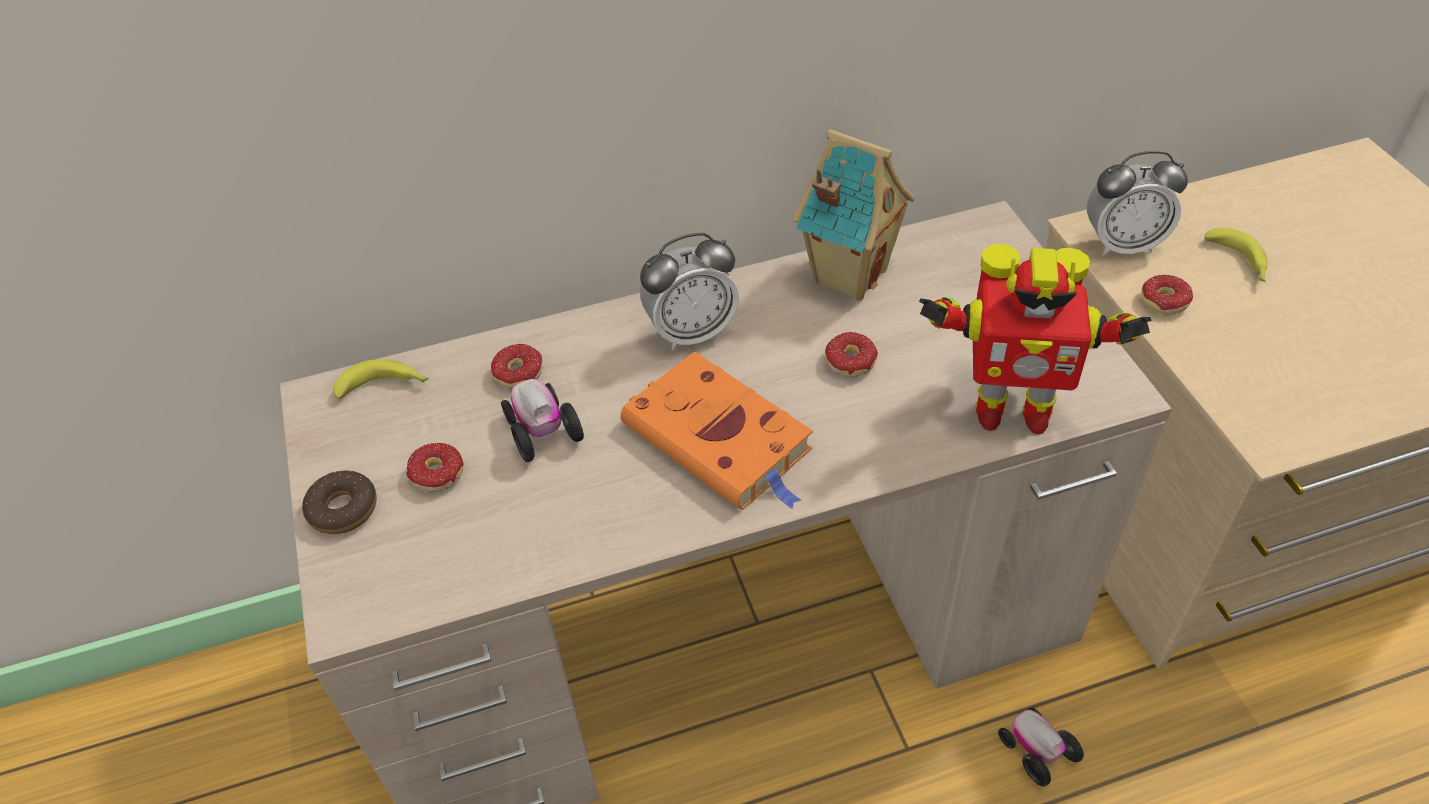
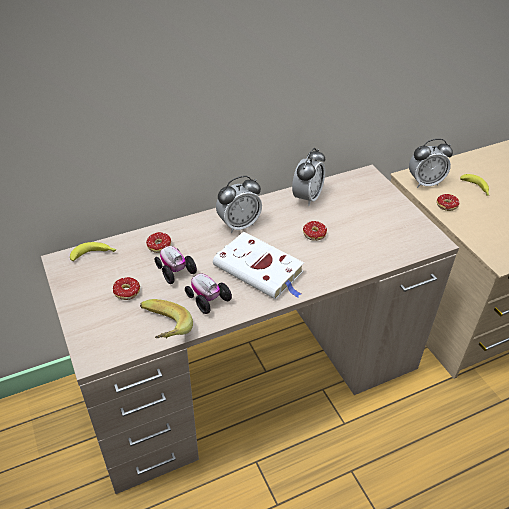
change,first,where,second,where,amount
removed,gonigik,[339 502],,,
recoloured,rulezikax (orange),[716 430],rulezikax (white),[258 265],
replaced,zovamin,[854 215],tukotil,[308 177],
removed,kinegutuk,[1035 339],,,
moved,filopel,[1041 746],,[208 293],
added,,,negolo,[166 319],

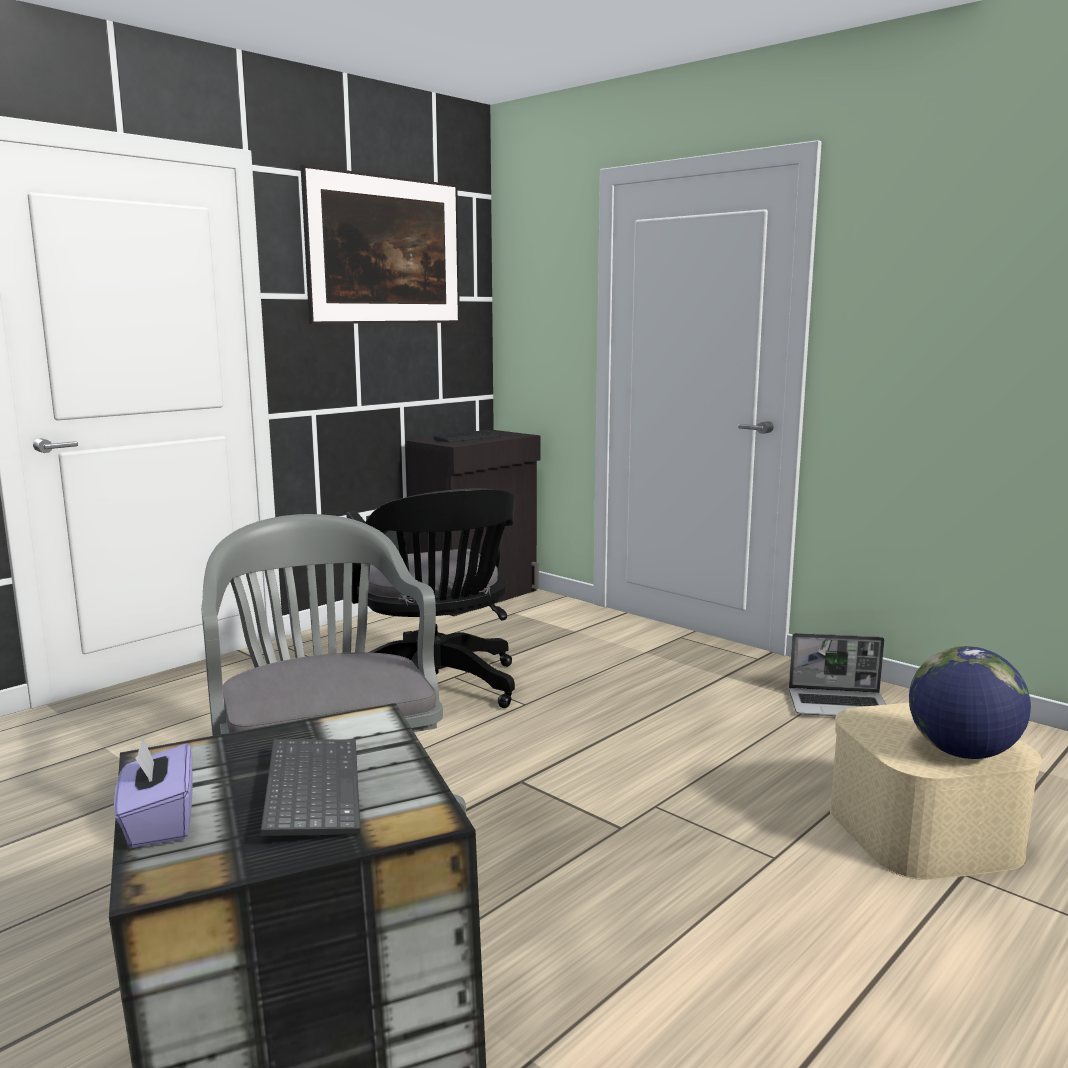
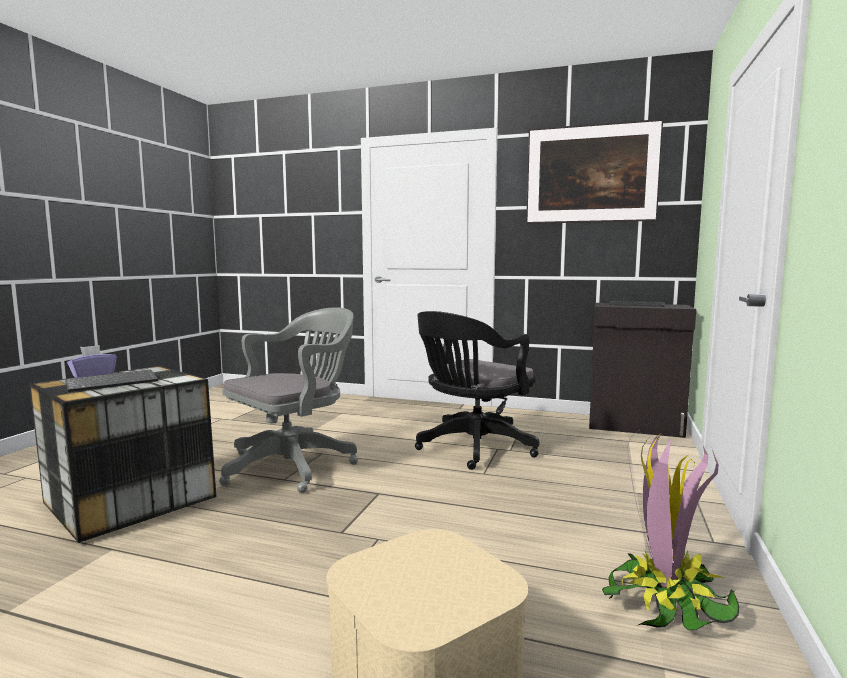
change,first,where,second,where,amount
replaced,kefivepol,[837 674],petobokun,[670 530],
removed,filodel,[970 702],,,

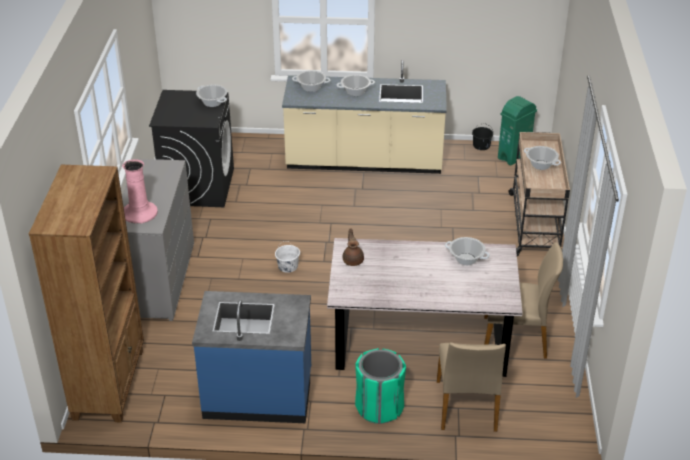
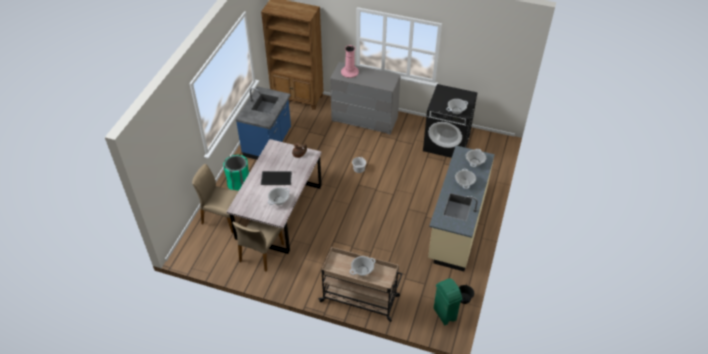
change,first,where,second,where,amount
added,,,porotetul,[276 178],

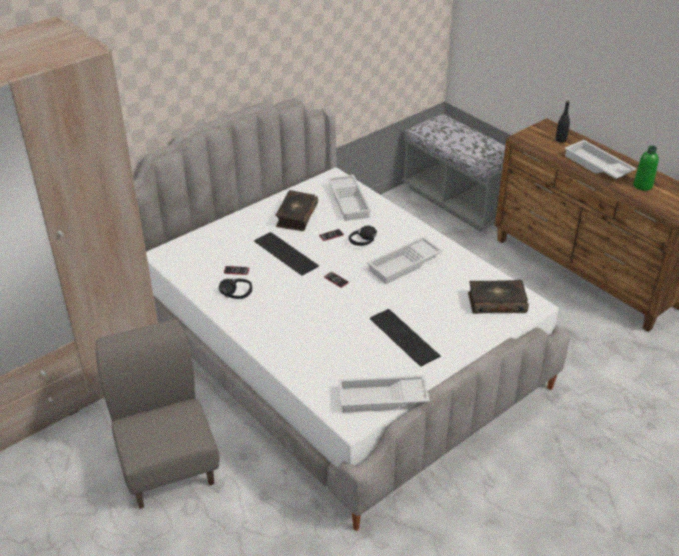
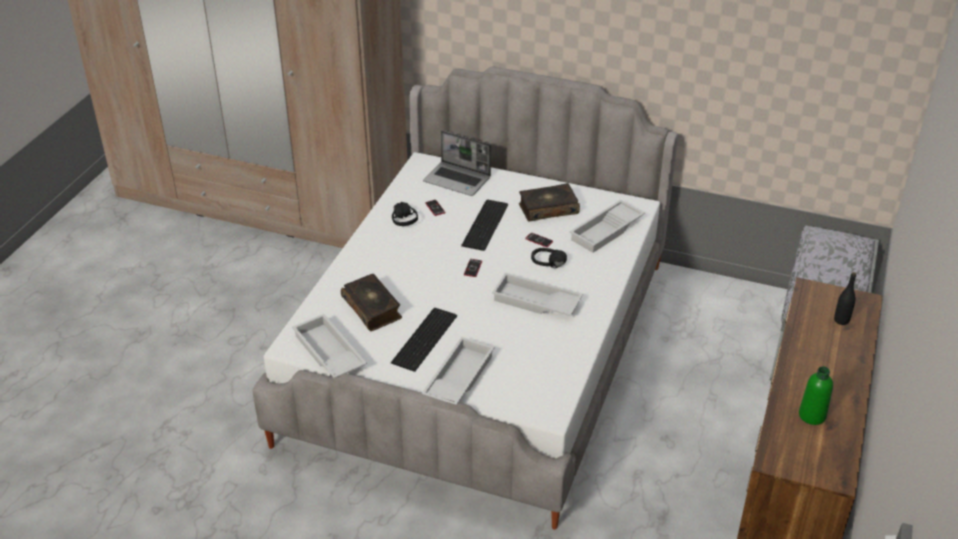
change,first,where,second,where,amount
removed,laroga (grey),[157 414],,,
moved,rulezikax,[498 297],,[371 302],
moved,porotetul (white),[600 159],,[458 370],
added,,,kefivepol,[457 163],

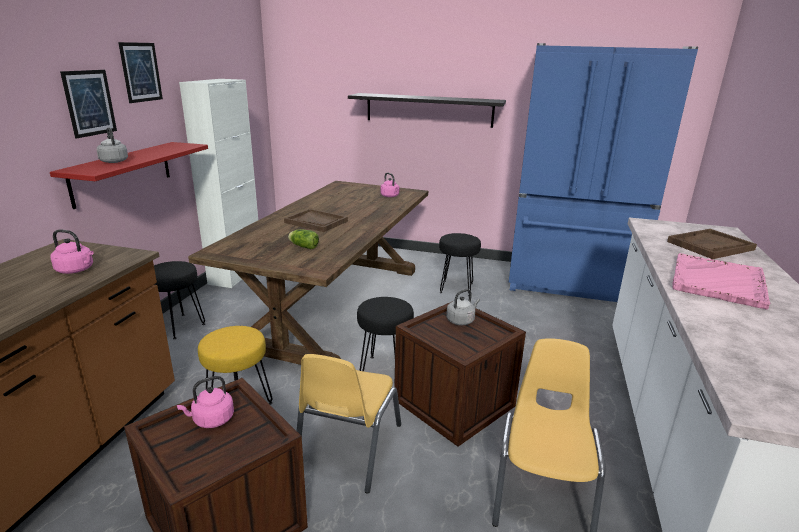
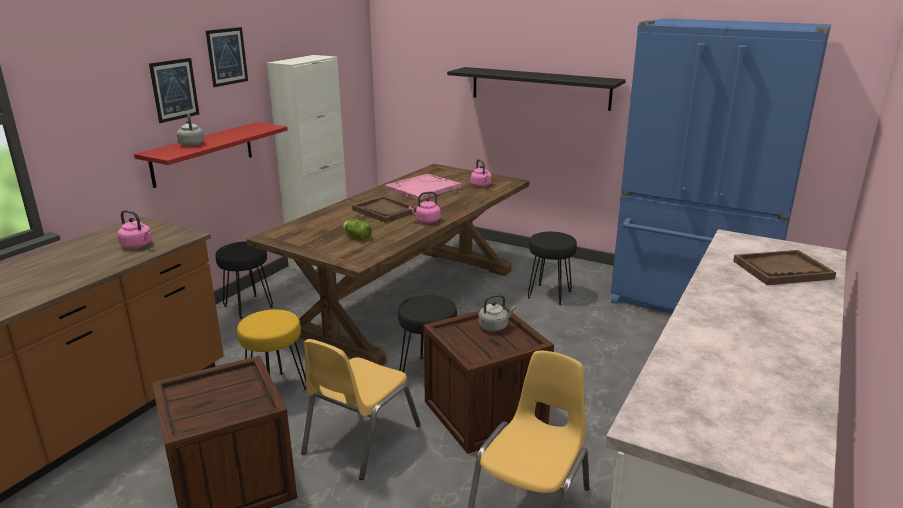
change,first,where,second,where,amount
moved,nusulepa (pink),[205 402],,[424 207],
moved,porotetul (pink),[721 281],,[424 187],

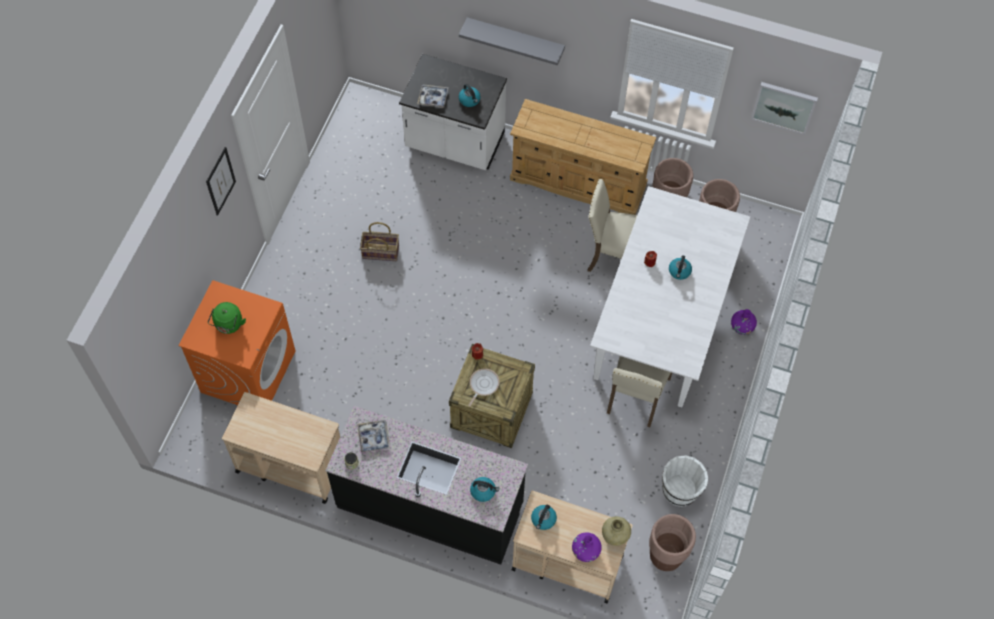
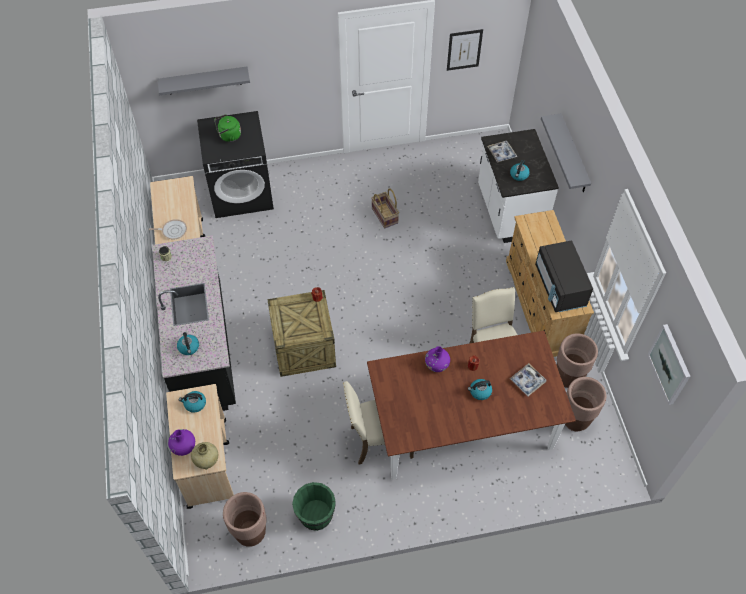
change,first,where,second,where,amount
recoloured,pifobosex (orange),[237 342],pifobosex (black),[235 164],
moved,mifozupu,[221 181],,[465 50],
moved,porotetul,[373 436],,[528 379],
moved,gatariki,[484 387],,[168 229],
recoloured,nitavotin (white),[670 296],nitavotin (brown),[471 405],
recoloured,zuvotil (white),[685 481],zuvotil (green),[314 506],
moved,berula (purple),[744 322],,[437 359],
added,,,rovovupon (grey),[203 81],
added,,,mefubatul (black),[564 276],

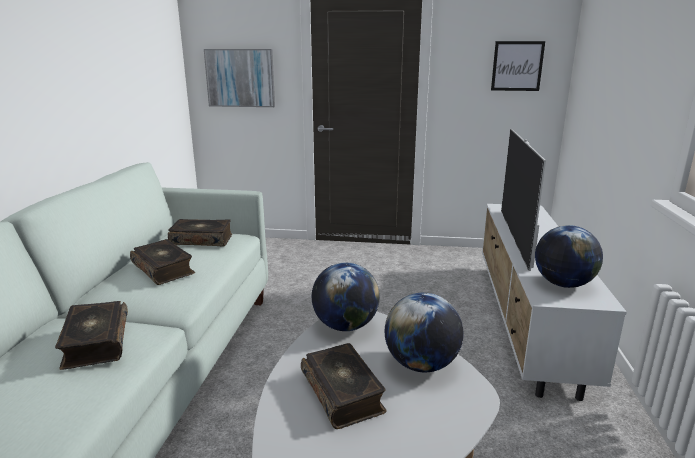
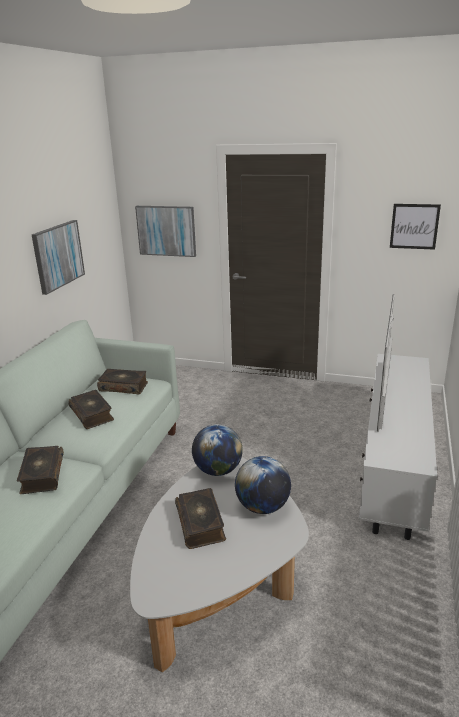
change,first,where,second,where,amount
removed,filodel,[569 256],,,
added,,,mifozupu,[58 257],

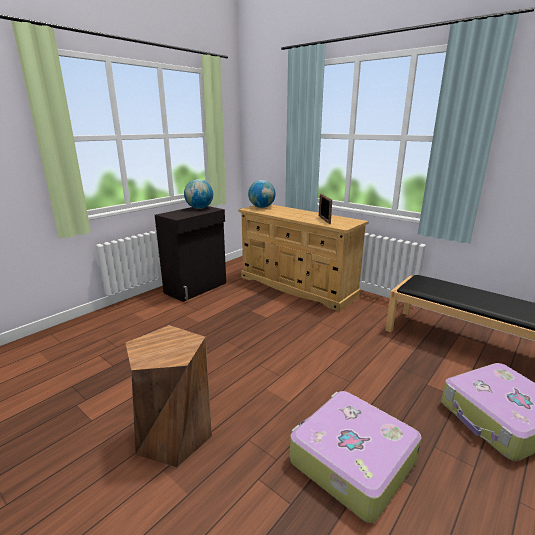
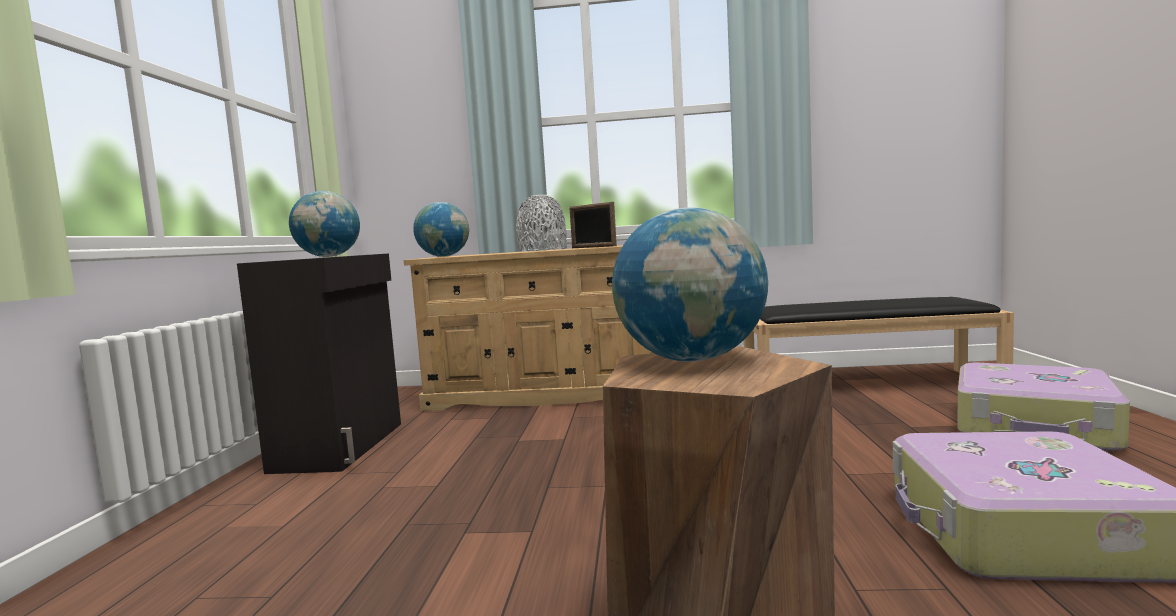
change,first,where,second,where,amount
added,,,berula (grey),[541 223],
added,,,filodel,[690 284],

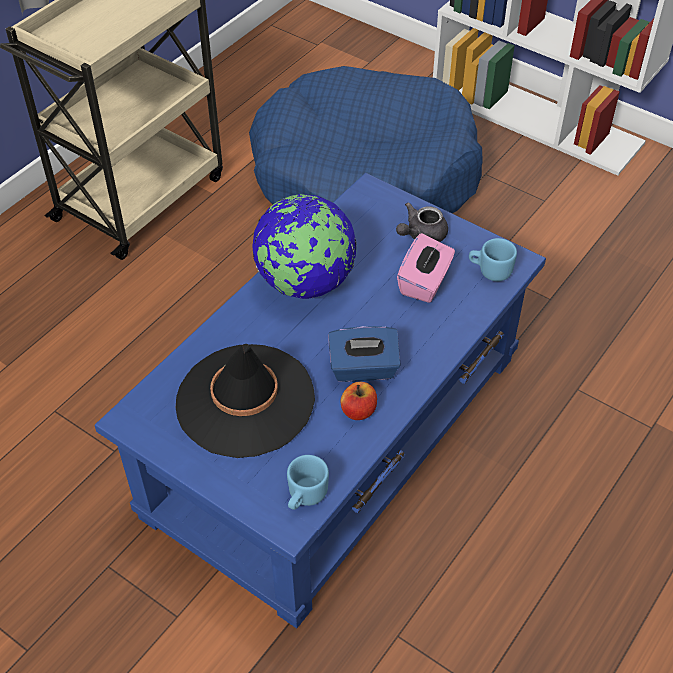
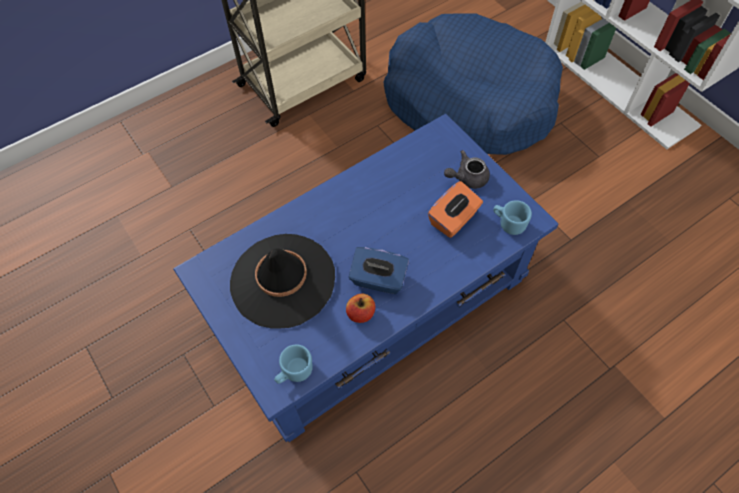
change,first,where,second,where,amount
removed,filodel,[304 246],,,
recoloured,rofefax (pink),[426 268],rofefax (orange),[455 209],

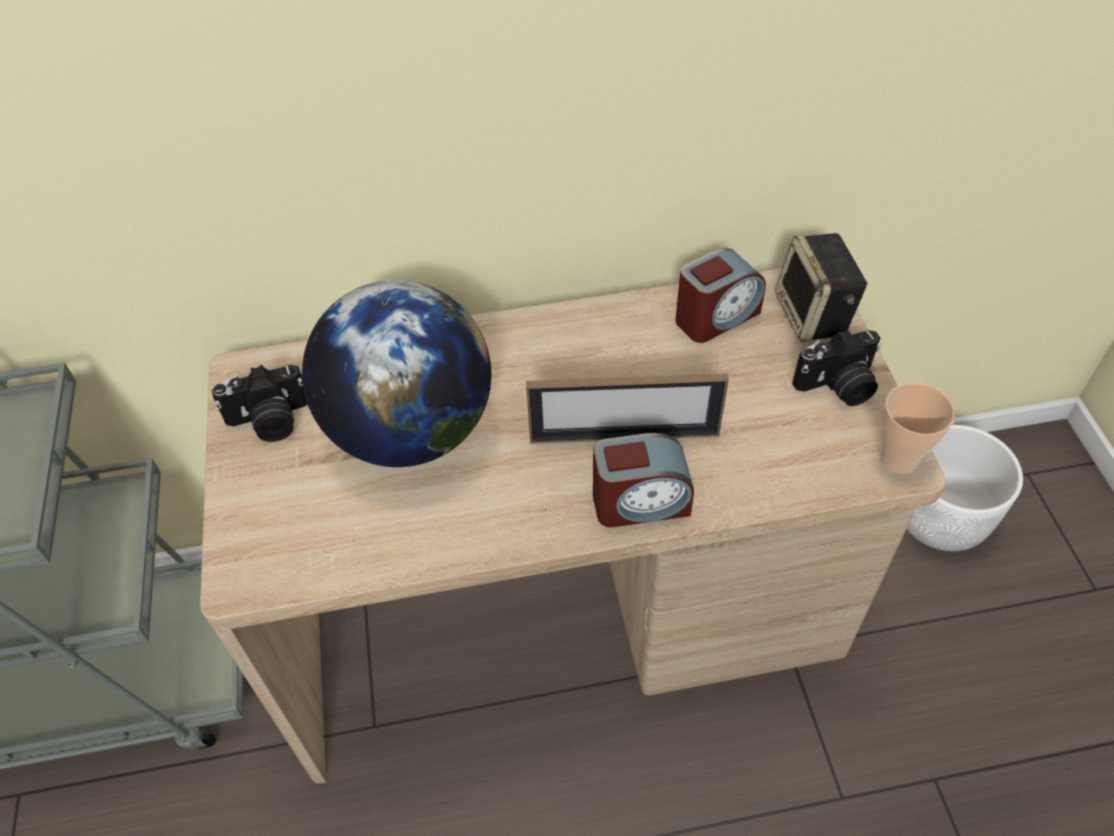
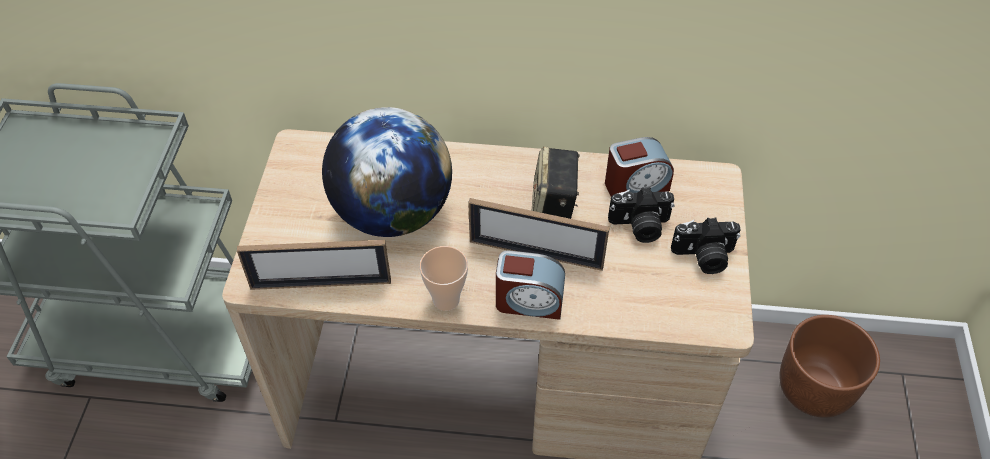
change,first,where,second,where,amount
moved,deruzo,[259 403],,[641 215],
moved,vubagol,[821 287],,[556 182],
moved,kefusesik,[917 428],,[444 278],
recoloured,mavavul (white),[965 488],mavavul (brown),[830 366],
added,,,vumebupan,[314 265],

